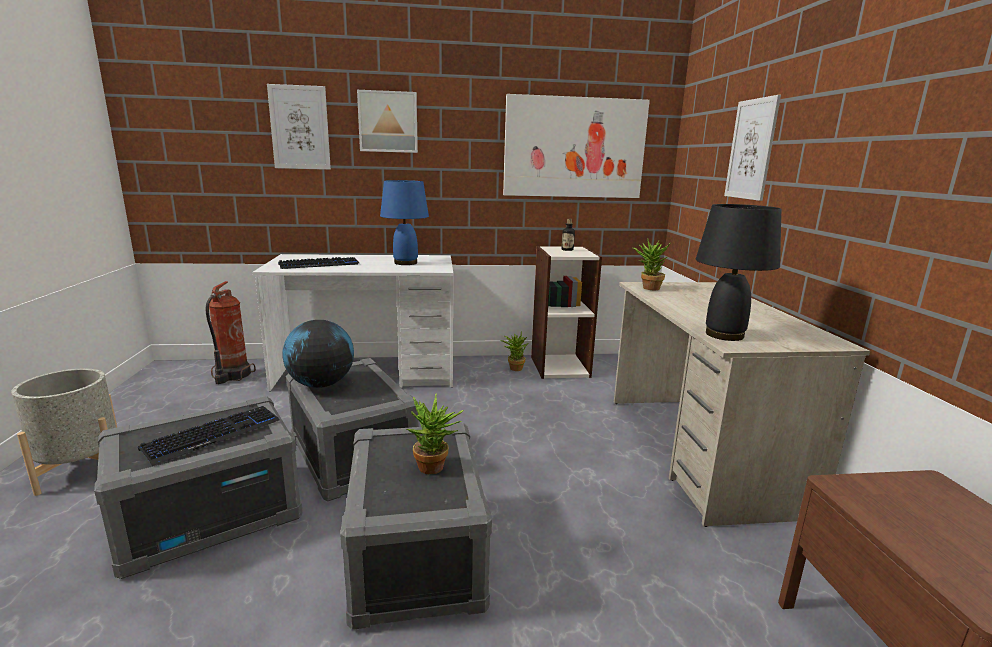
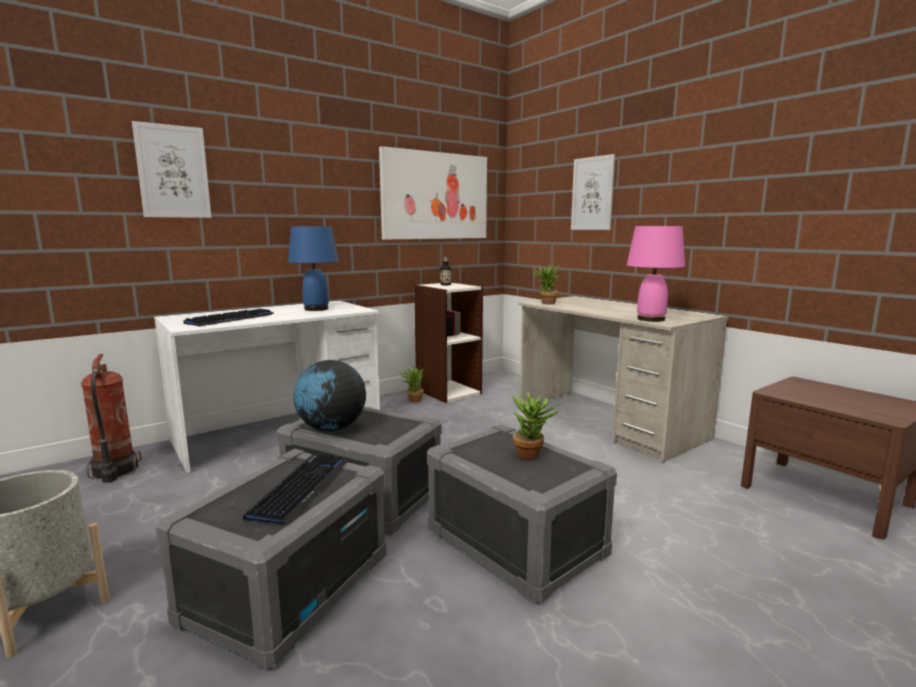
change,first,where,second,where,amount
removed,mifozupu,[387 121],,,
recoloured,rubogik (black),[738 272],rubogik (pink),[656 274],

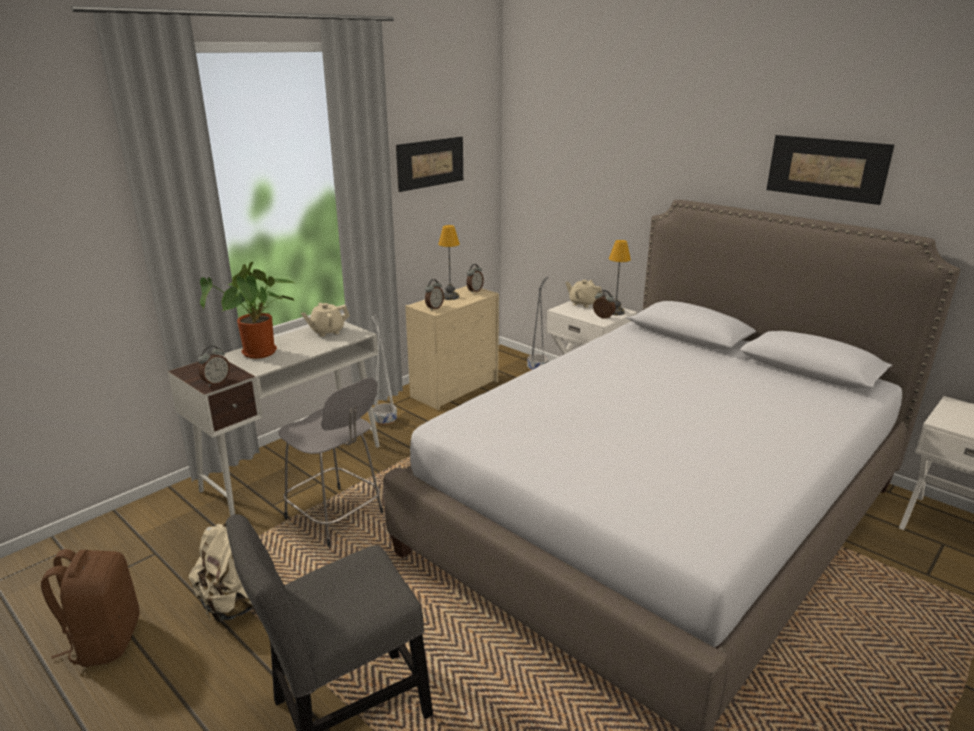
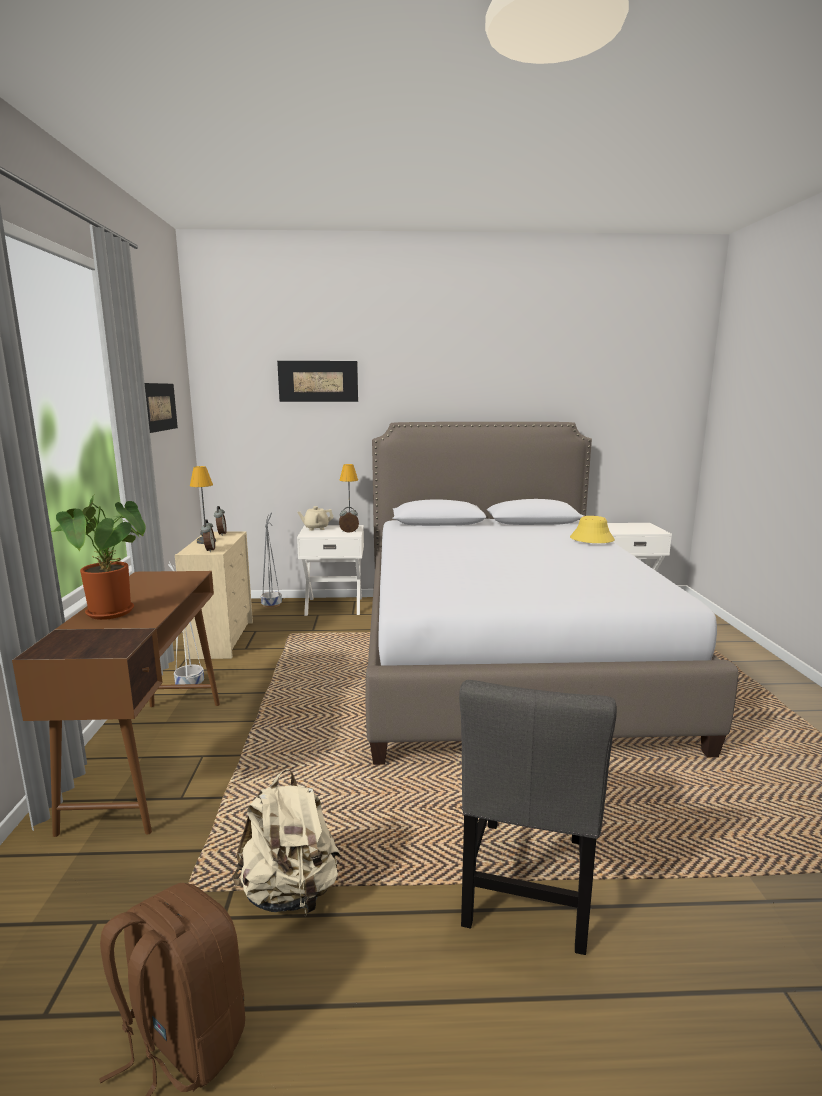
change,first,where,second,where,amount
recoloured,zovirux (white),[273 418],zovirux (brown),[116 704],
removed,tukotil,[214 366],,,
removed,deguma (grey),[330 462],,,
removed,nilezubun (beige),[325 320],,,
moved,mifozupu,[830 170],,[317 381],
added,,,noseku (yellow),[592 529],

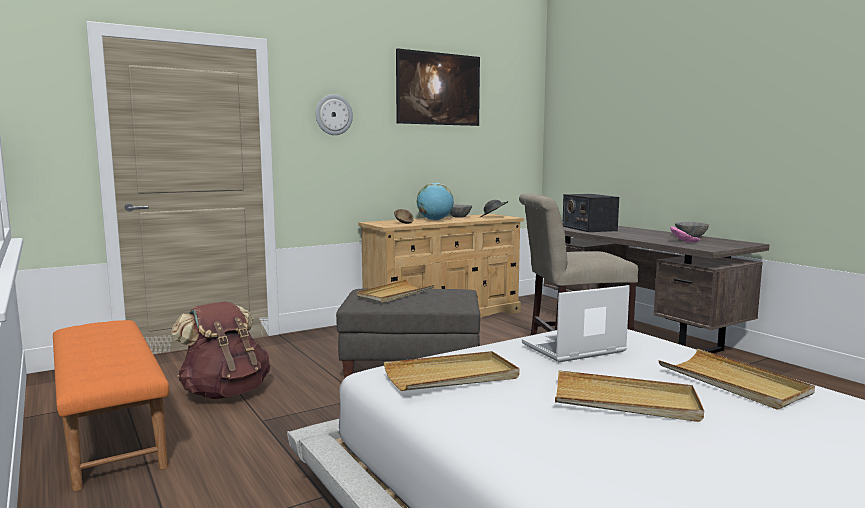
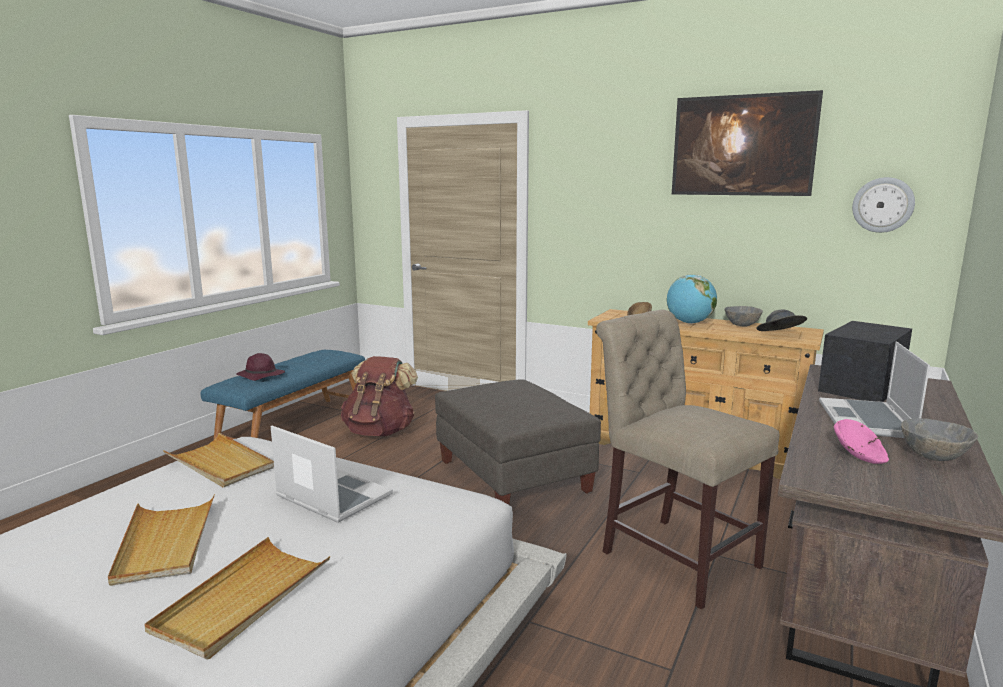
change,first,where,second,where,amount
recoloured,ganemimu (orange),[111 405],ganemimu (blue),[282 395],
moved,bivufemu,[334 114],,[883 205],
removed,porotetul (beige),[396 291],,,
added,,,noseku (purple),[260 367],
added,,,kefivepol,[874 389],

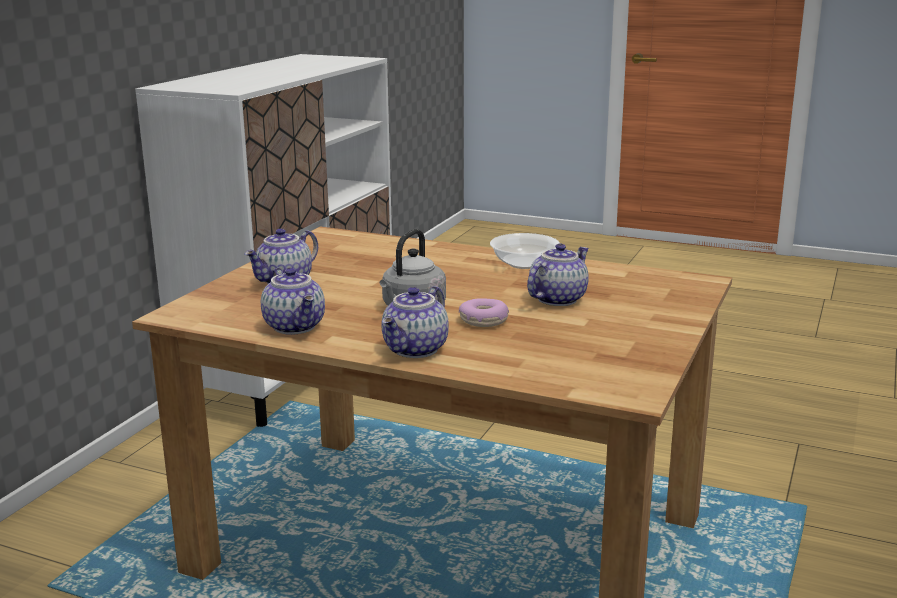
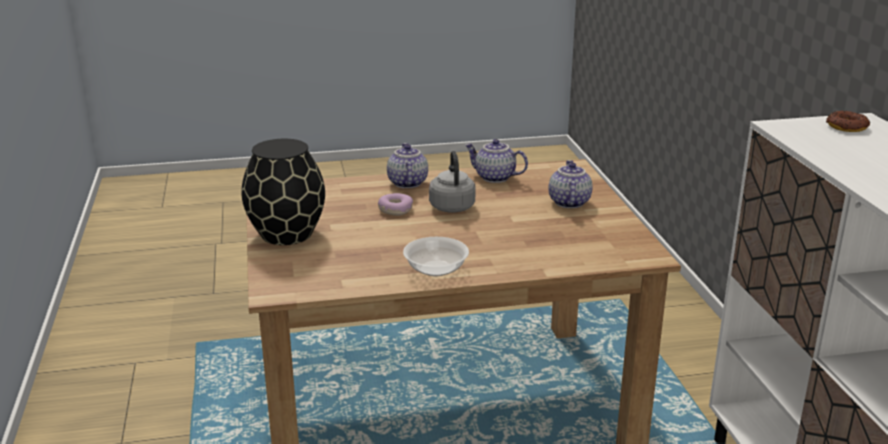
change,first,where,second,where,amount
removed,nilezubun,[558 275],,,
added,,,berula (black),[283 192],
added,,,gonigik,[848 121],

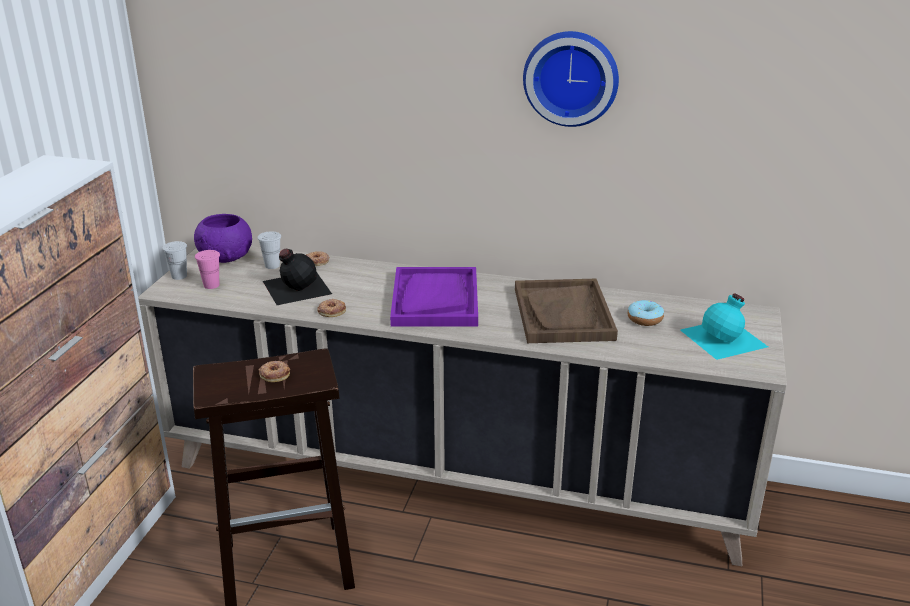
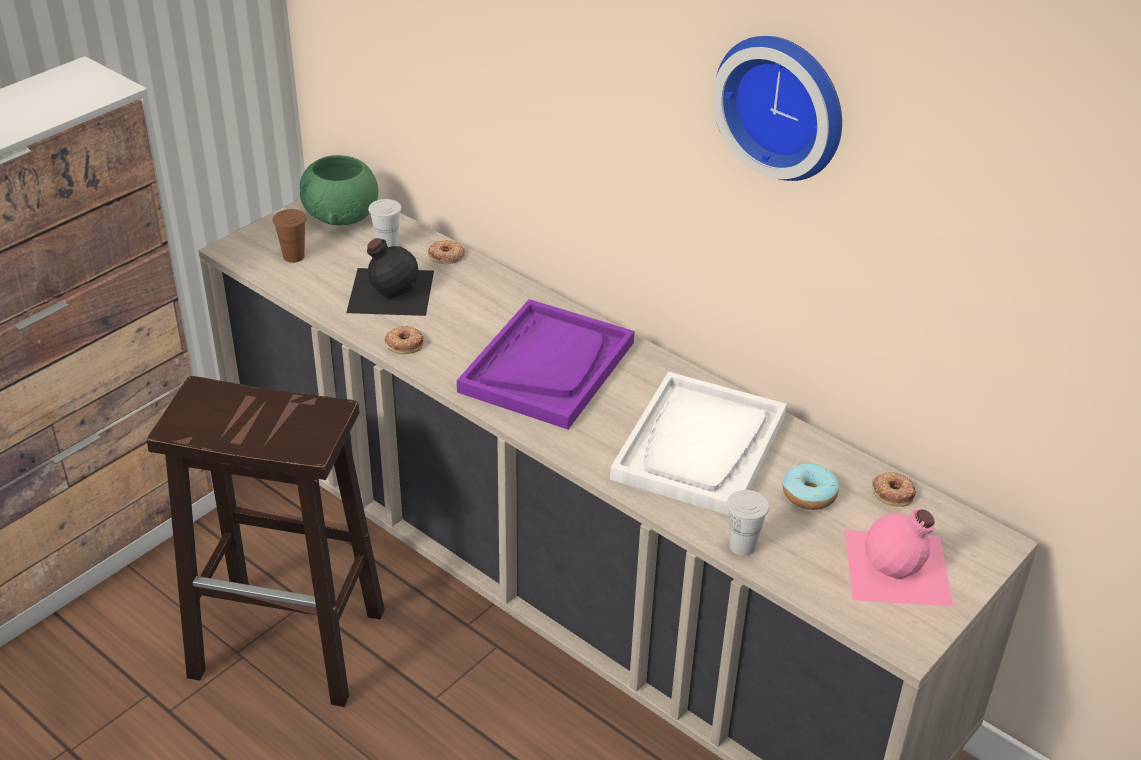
change,first,where,second,where,amount
moved,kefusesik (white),[174 260],,[748 523],
recoloured,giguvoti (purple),[223 238],giguvoti (green),[339 190],
recoloured,kefusesik (pink),[207 269],kefusesik (brown),[289 236],
moved,gonigik,[274 371],,[894 489],
recoloured,porotetul (brown),[566 311],porotetul (white),[698 443],
recoloured,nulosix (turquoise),[724 326],nulosix (pink),[898 558],

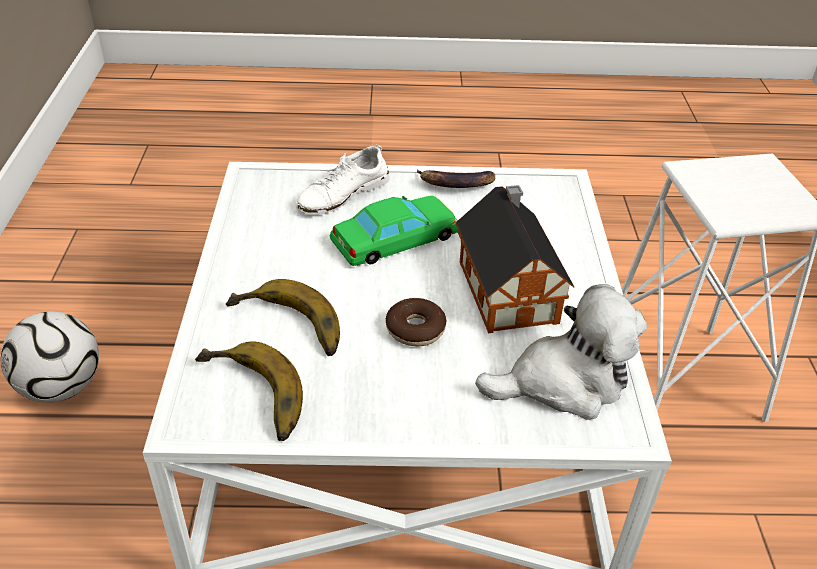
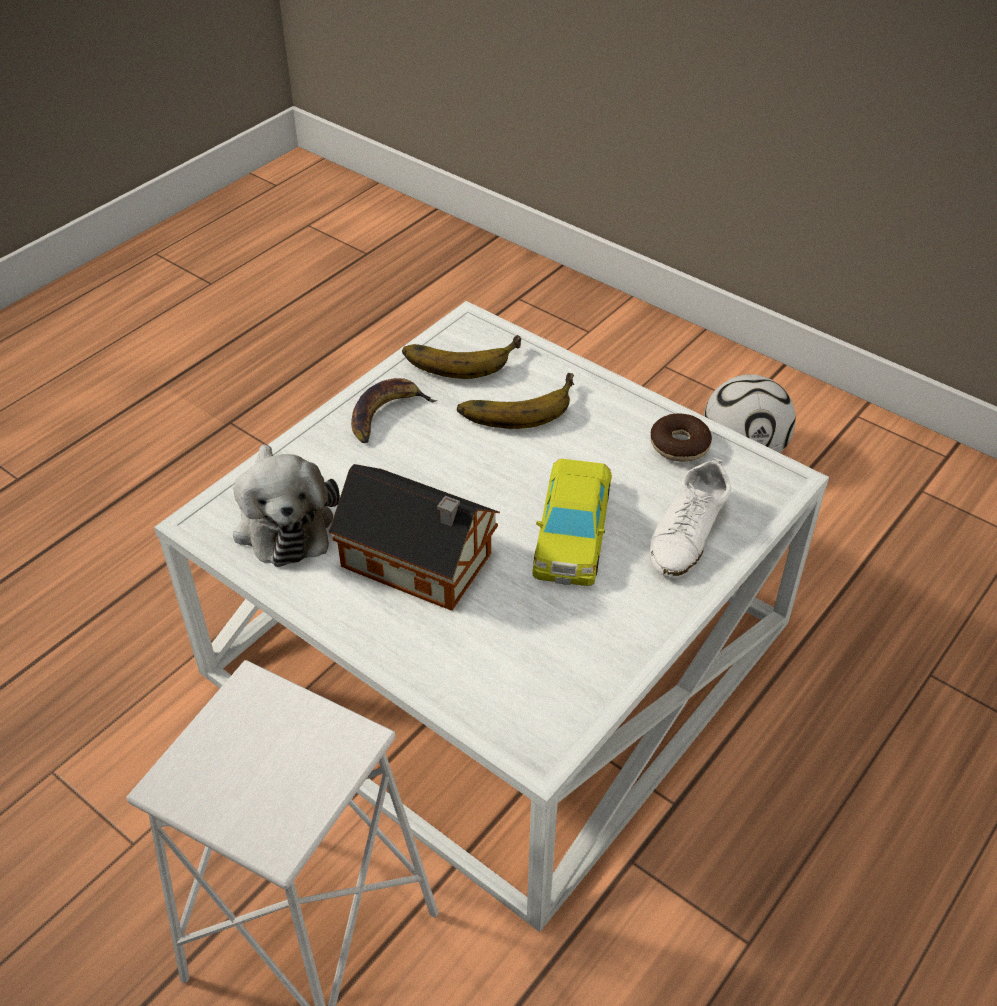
change,first,where,second,where,amount
turned,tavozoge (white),[343 179],,[690 518],150 degrees counterclockwise
recoloured,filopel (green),[394 231],filopel (yellow),[572 522],
moved,gonigik,[416 322],,[681 437],
moved,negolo,[456 179],,[394 410],
turned,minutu,[561 352],,[286 505],45 degrees counterclockwise

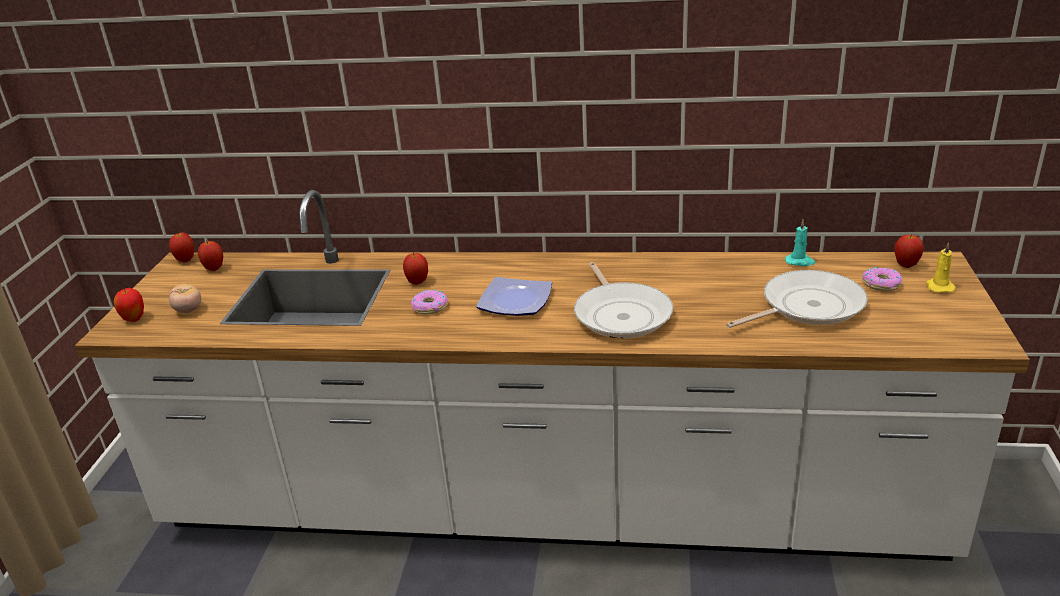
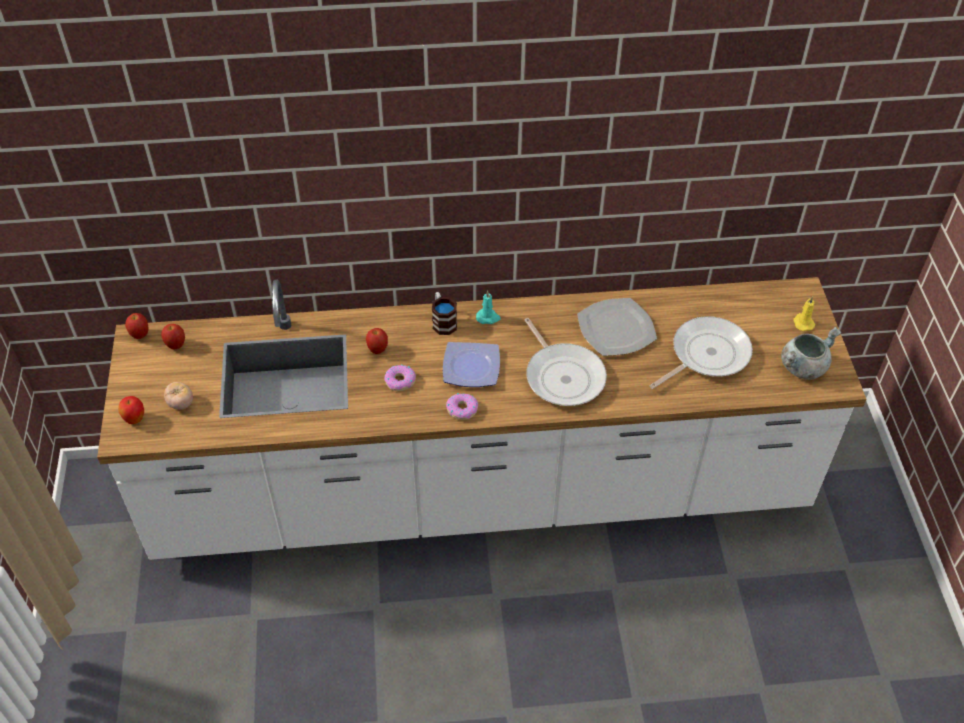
change,first,where,second,where,amount
moved,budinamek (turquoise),[800 242],,[488 307],
moved,gonigik,[882 279],,[462 406],
removed,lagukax,[909 251],,,
added,,,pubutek,[444 313],
added,,,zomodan,[617 327],
added,,,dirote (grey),[811 353],

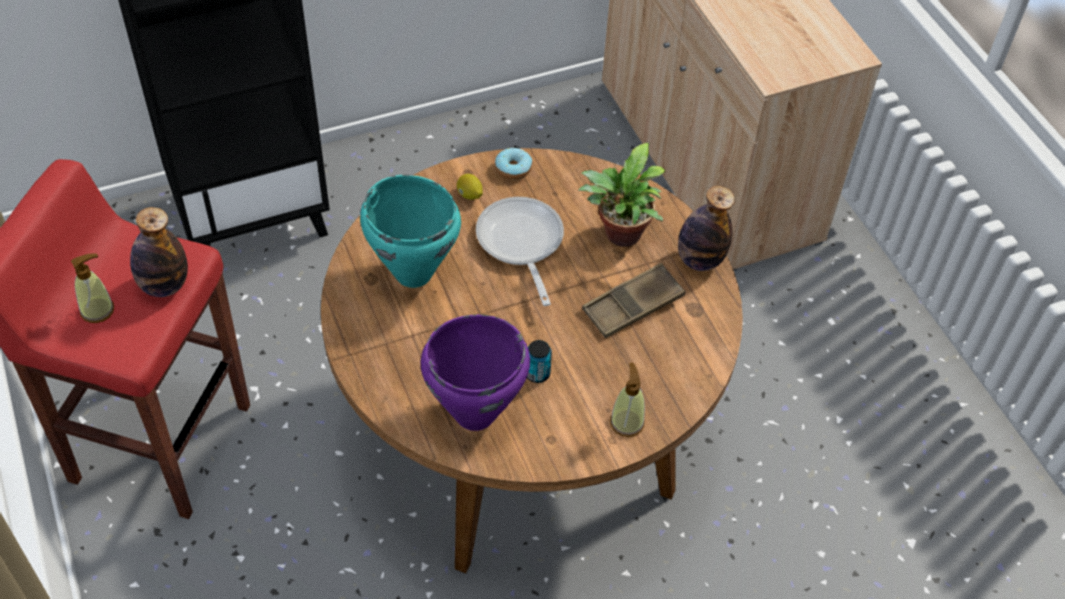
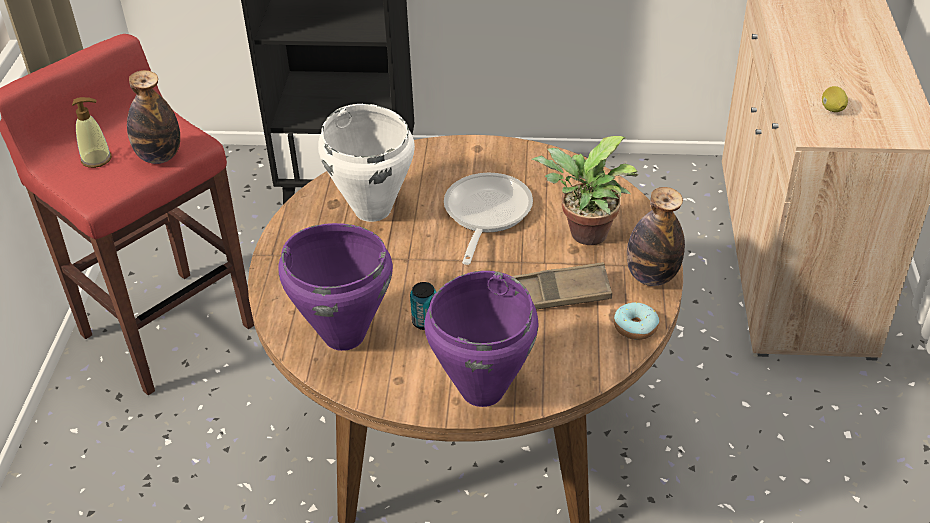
change,first,where,second,where,amount
recoloured,dirote (turquoise),[410 231],dirote (white),[366 163],
moved,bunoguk,[470 187],,[835 99],
moved,gonigik,[513 164],,[636 321],
replaced,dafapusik,[627 400],dirote (purple),[481 339],

